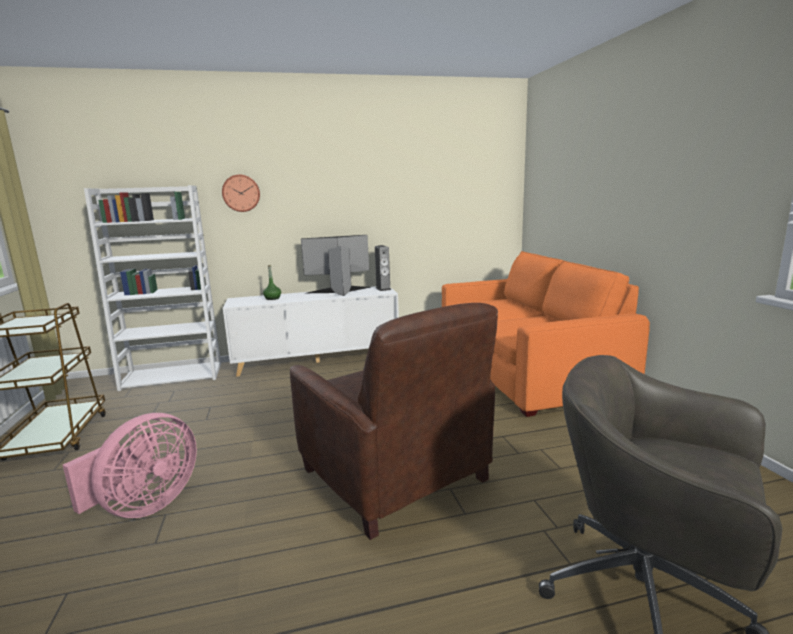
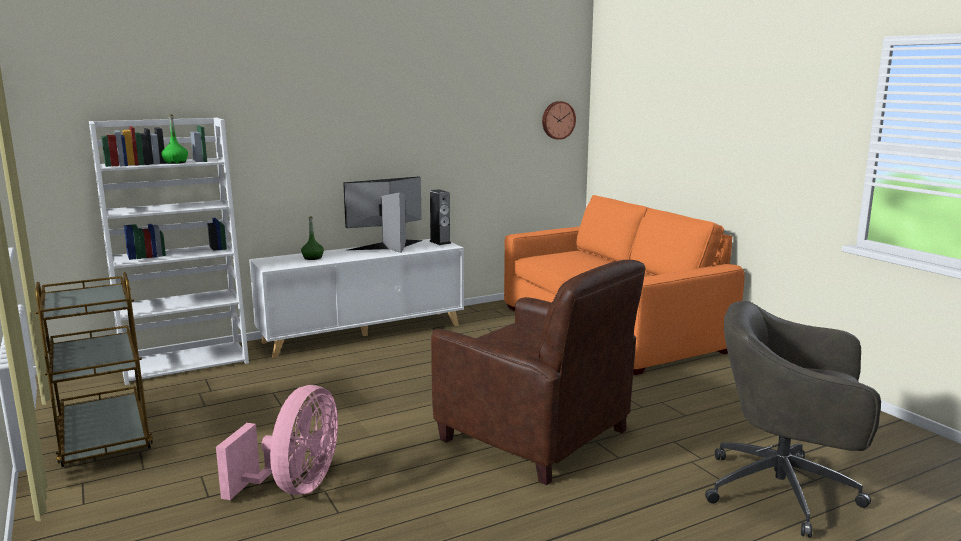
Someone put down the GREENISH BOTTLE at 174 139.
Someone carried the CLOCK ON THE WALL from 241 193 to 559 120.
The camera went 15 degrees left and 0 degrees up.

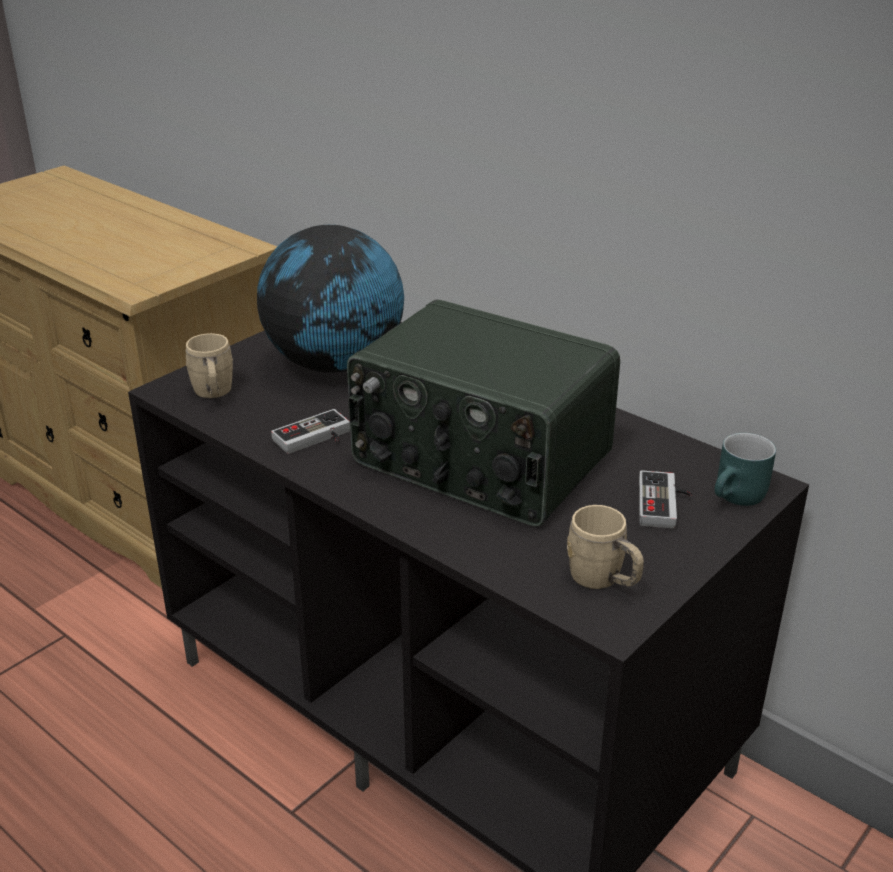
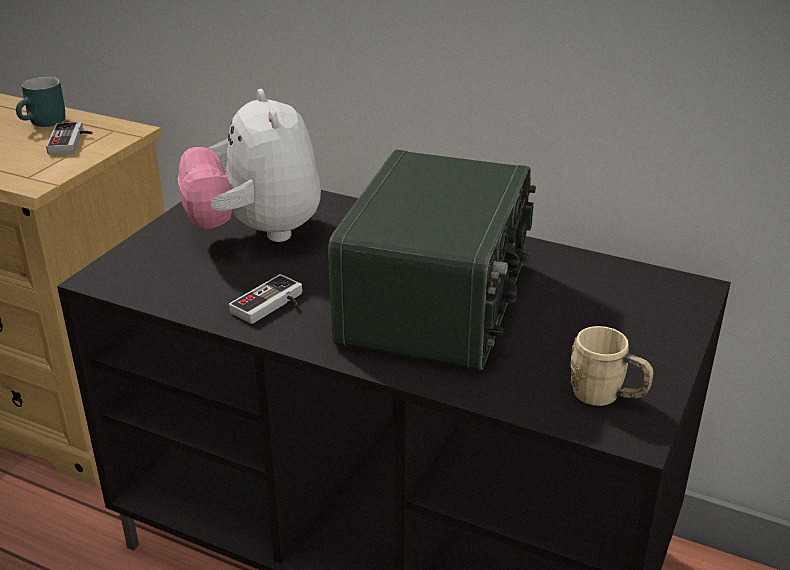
Someone took away the BEIGE COFFEE MUG at 209 365.
Someone carried the GAME CONTROLLER from 665 499 to 69 138.
Someone carried the TURQUOISE-COLOURED COFFEE MUG from 745 469 to 40 102.
Someone swapped the DESK GLOBE at 330 299 for the PLUSH TOY at 249 165.
Someone rotated the RADIO RECEIVER at 483 413 by 90 degrees counterclockwise.
The camera went 15 degrees left and 0 degrees up.

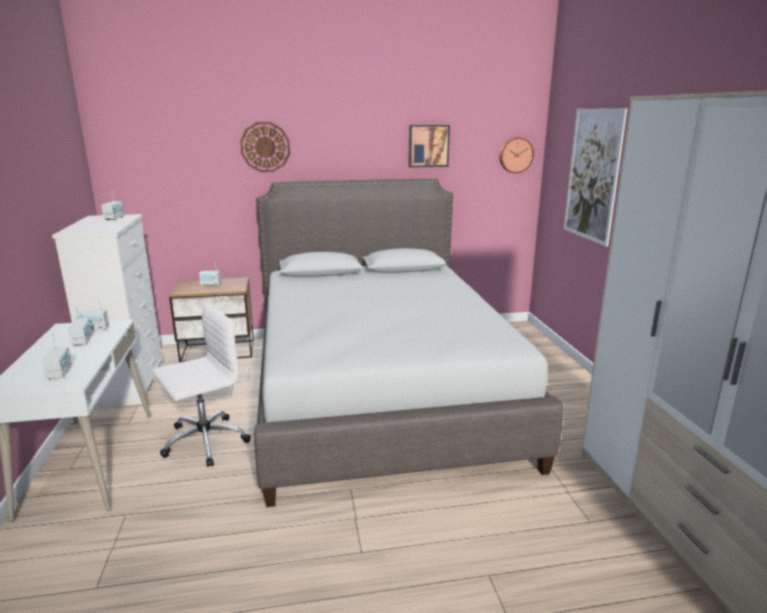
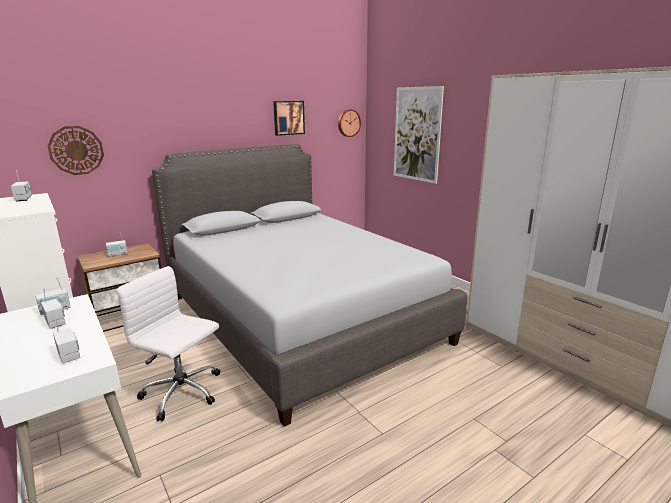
Someone carried the CLOCK ON THE WALL from 265 147 to 76 150.
Someone rotated the WHITE-COLOURED COMPUTER CHAIR at 201 385 by 90 degrees counterclockwise.
The camera went 25 degrees left and 0 degrees up.

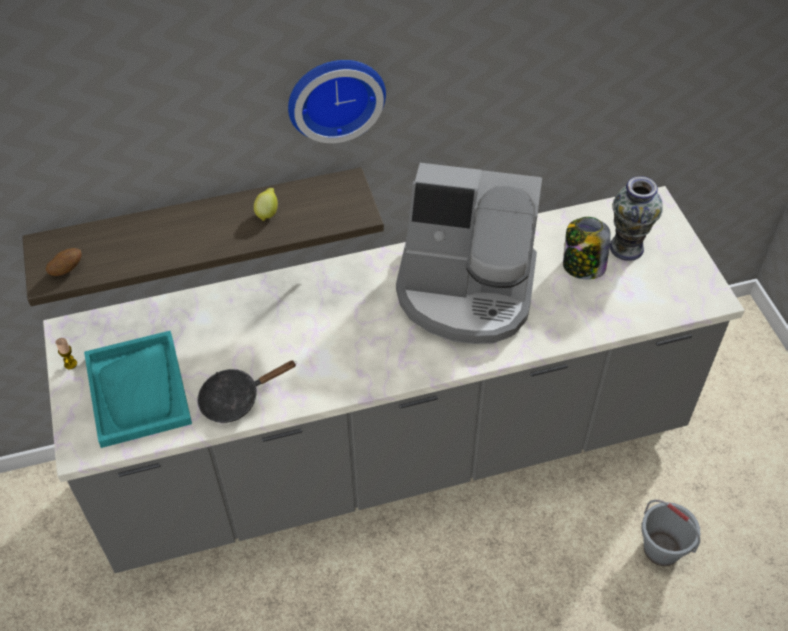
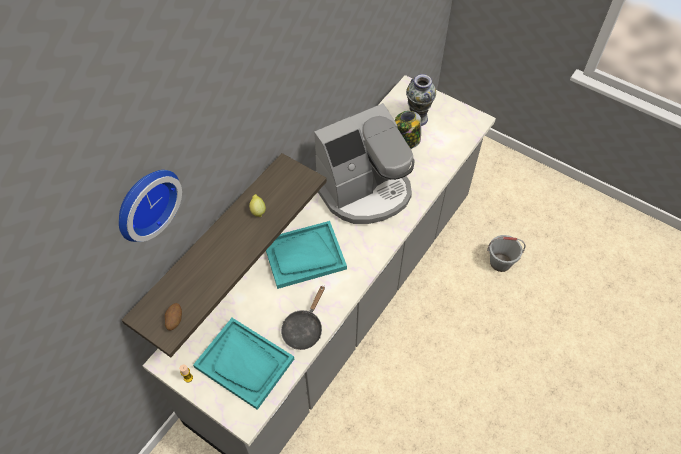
Someone put down the TURQUOISE-COLOURED CARRYING TRAY at 306 255.
Someone carried the CLOCK ON THE WALL from 337 101 to 150 206.
The camera went 40 degrees left and 5 degrees up.

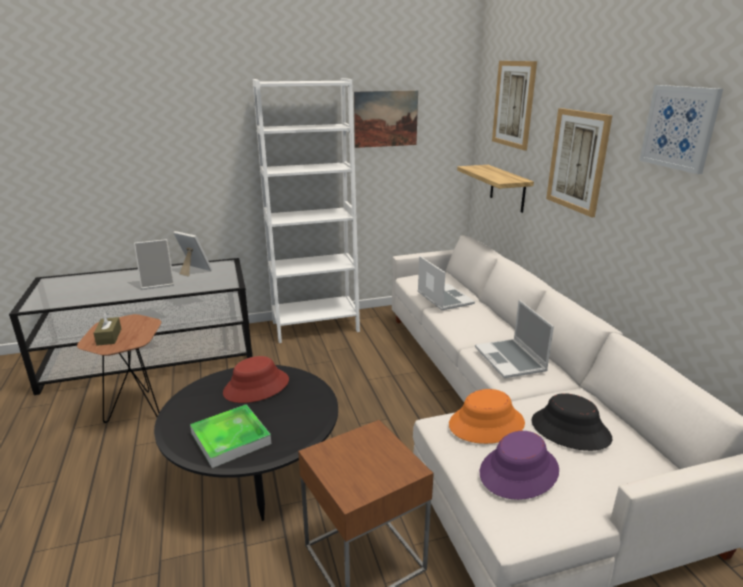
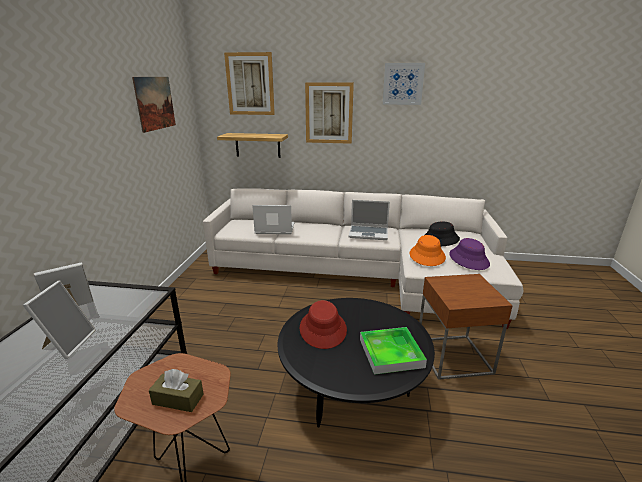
Someone took away the WHITE-COLOURED SHELVING UNIT at 306 210.
The camera went 65 degrees left and 0 degrees up.

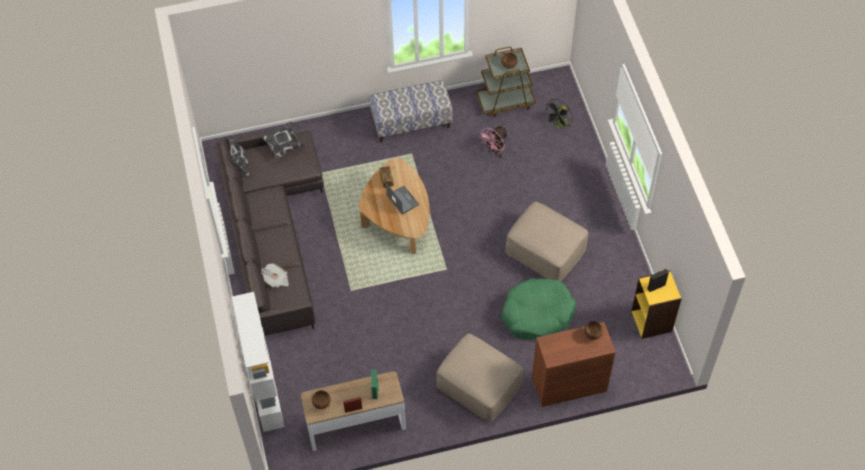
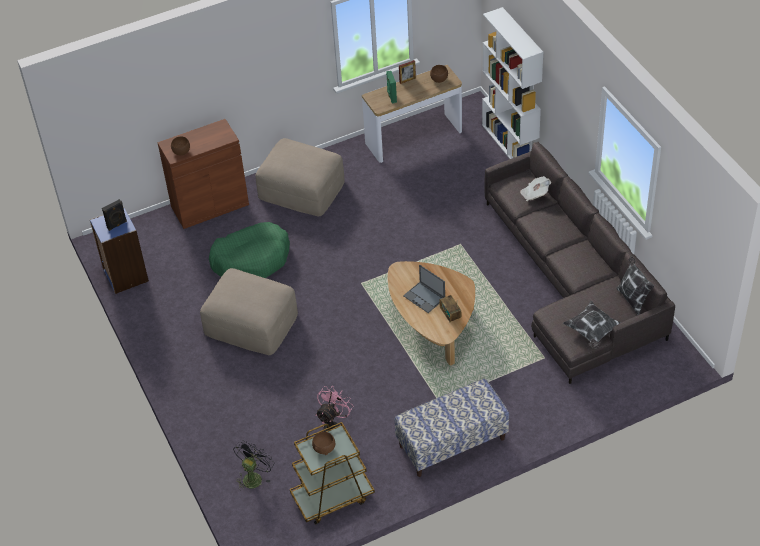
Someone repainted the YELLOW-COLOURED SHELVING UNIT at 656 305, which became the BLUE SHELVING UNIT at 119 250.
The camera went 170 degrees right and 10 degrees down.

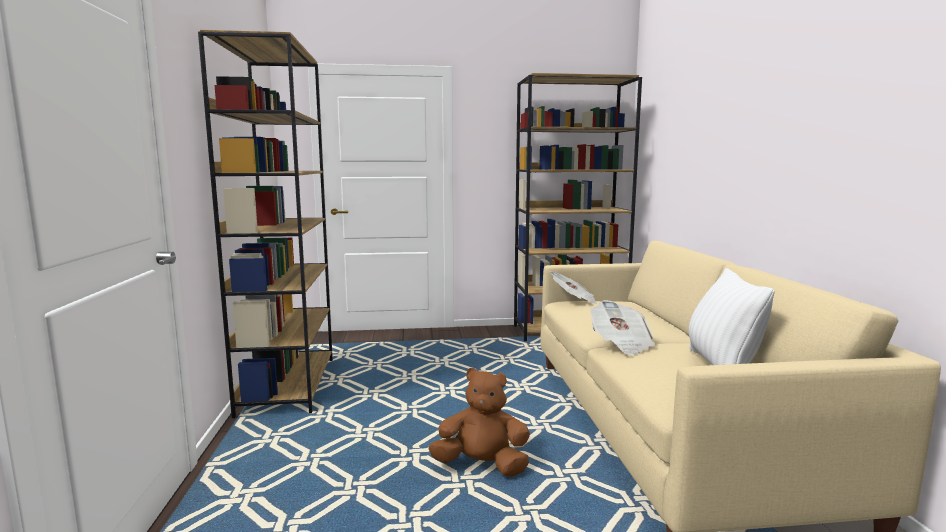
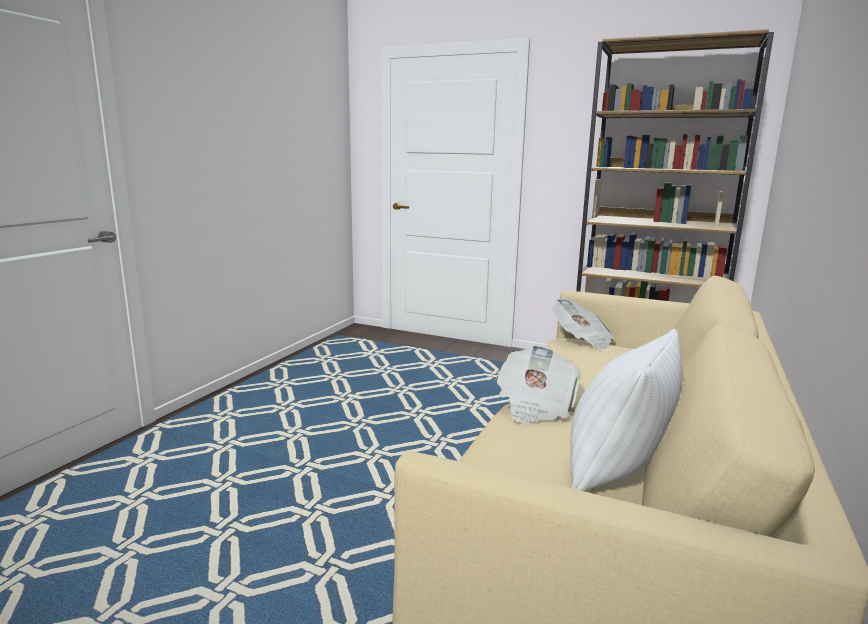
Someone took away the BROWN-COLOURED SHELVING UNIT at 265 224.
Someone took away the BROWN-COLOURED PLUSH TOY at 479 422.
The camera went 30 degrees right and 5 degrees up.

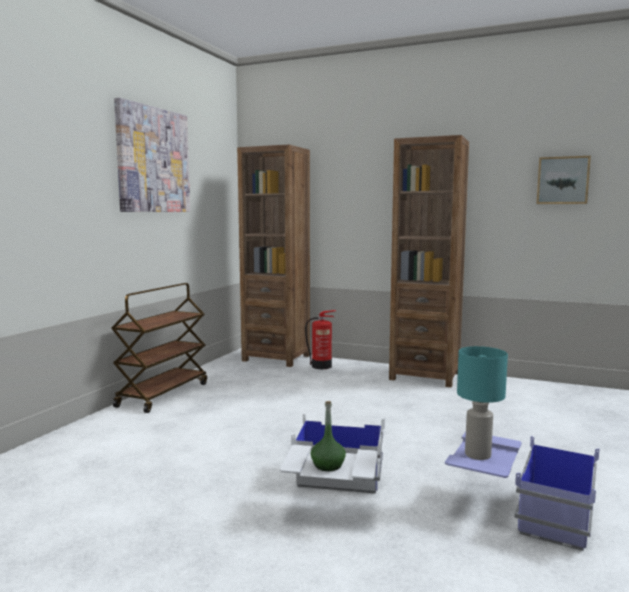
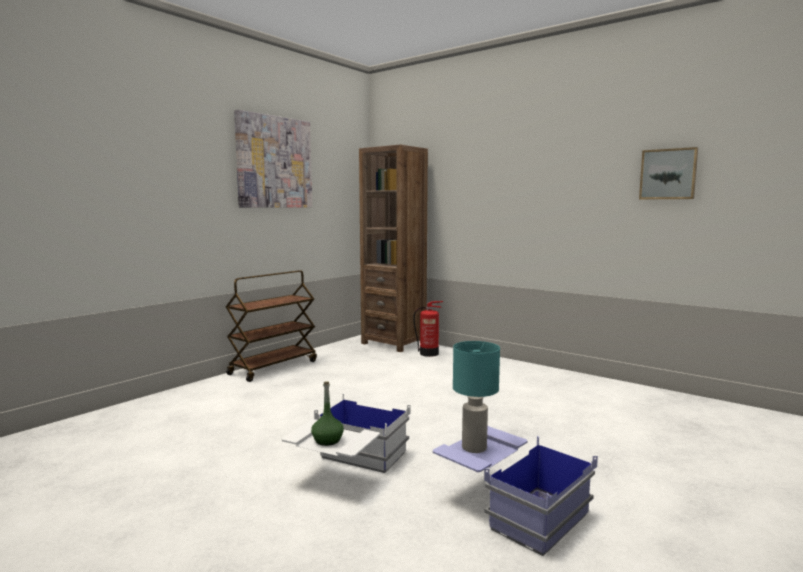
Someone took away the BROWN-COLOURED SHELVING UNIT at 429 261.
The camera went 15 degrees right and 0 degrees up.

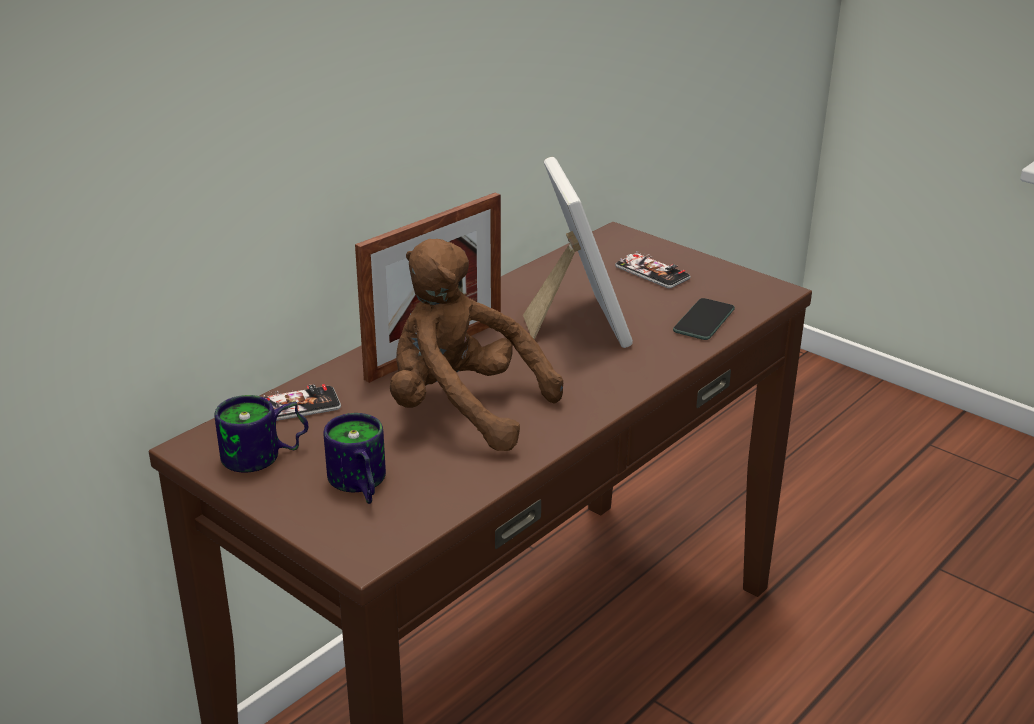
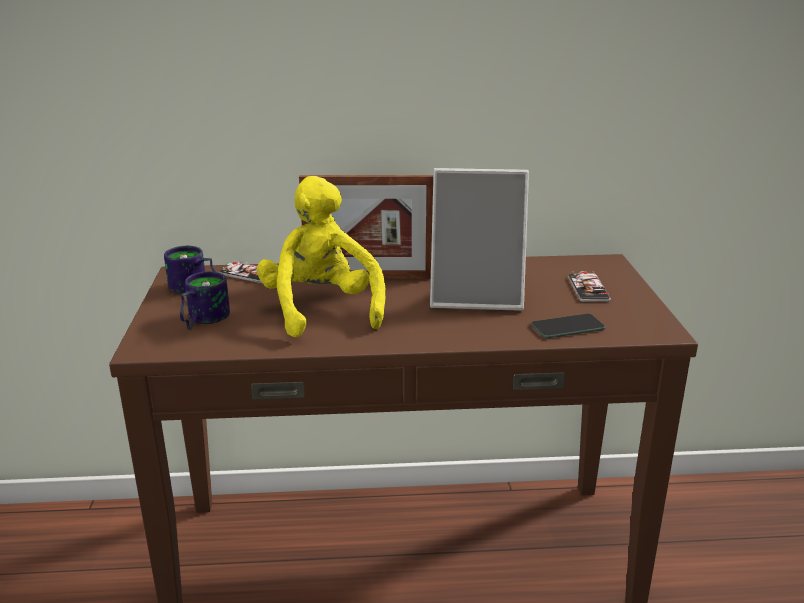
Someone repainted the BROWN-COLOURED PLUSH TOY at 476 345, which became the YELLOW-COLOURED PLUSH TOY at 321 257.
Someone rotated the PHOTO FRAME at 578 252 by 60 degrees clockwise.
The camera went 45 degrees right and 5 degrees down.

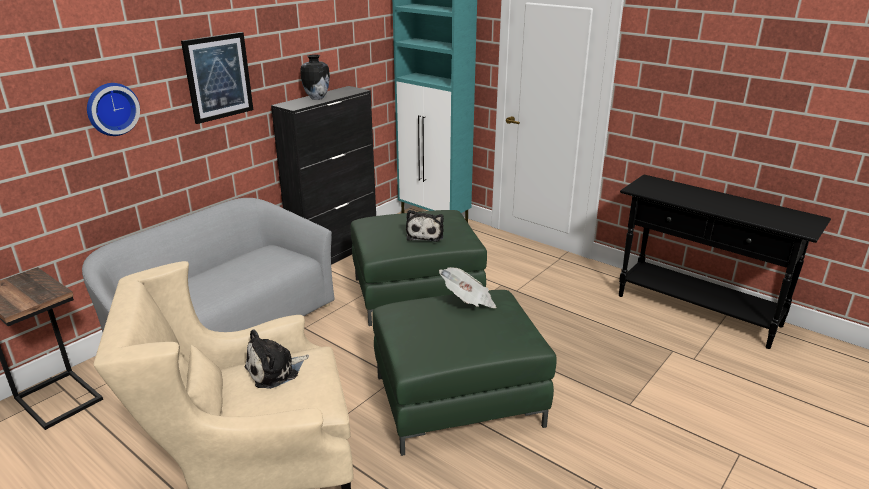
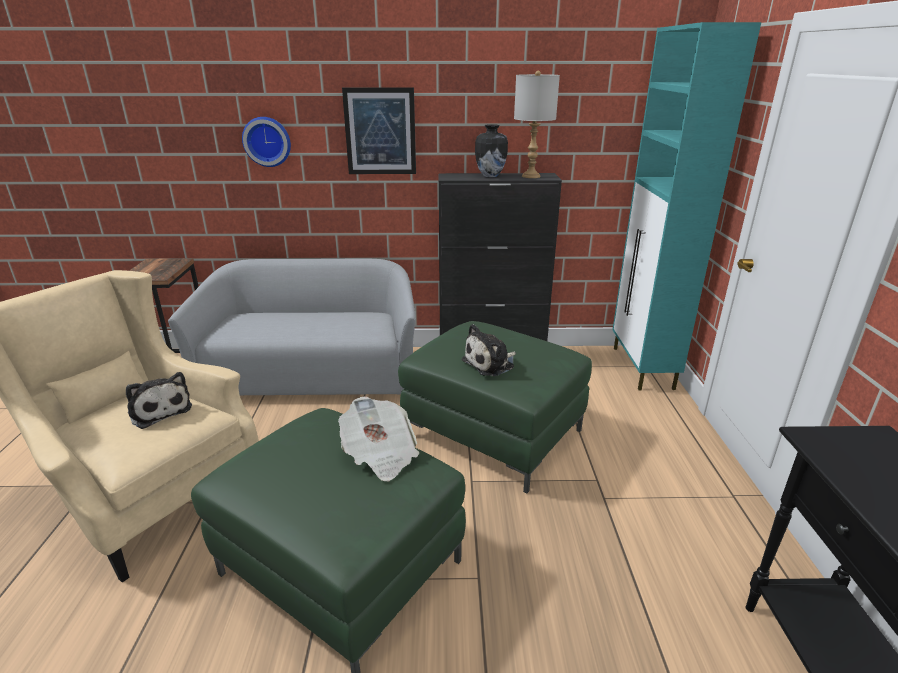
Someone put down the GREY TABLE LAMP at 537 124.
Someone rotated the PLUSH TOY at 277 359 by 150 degrees counterclockwise.
The camera went 50 degrees right and 0 degrees up.

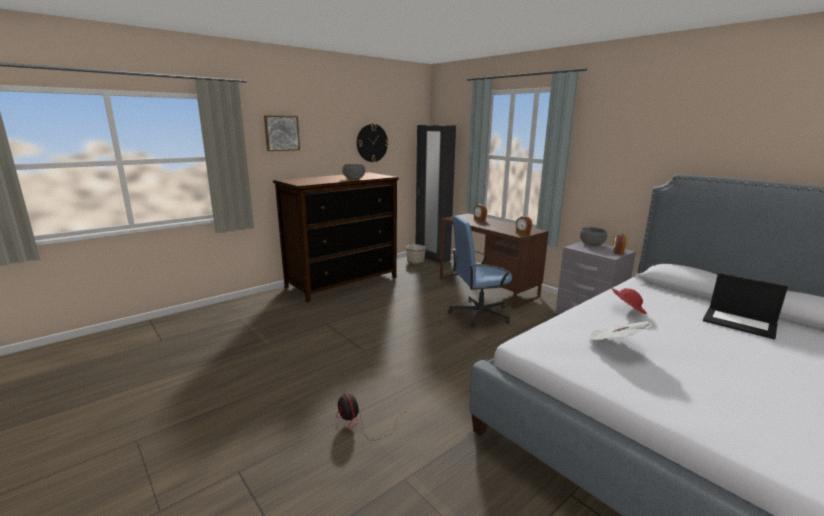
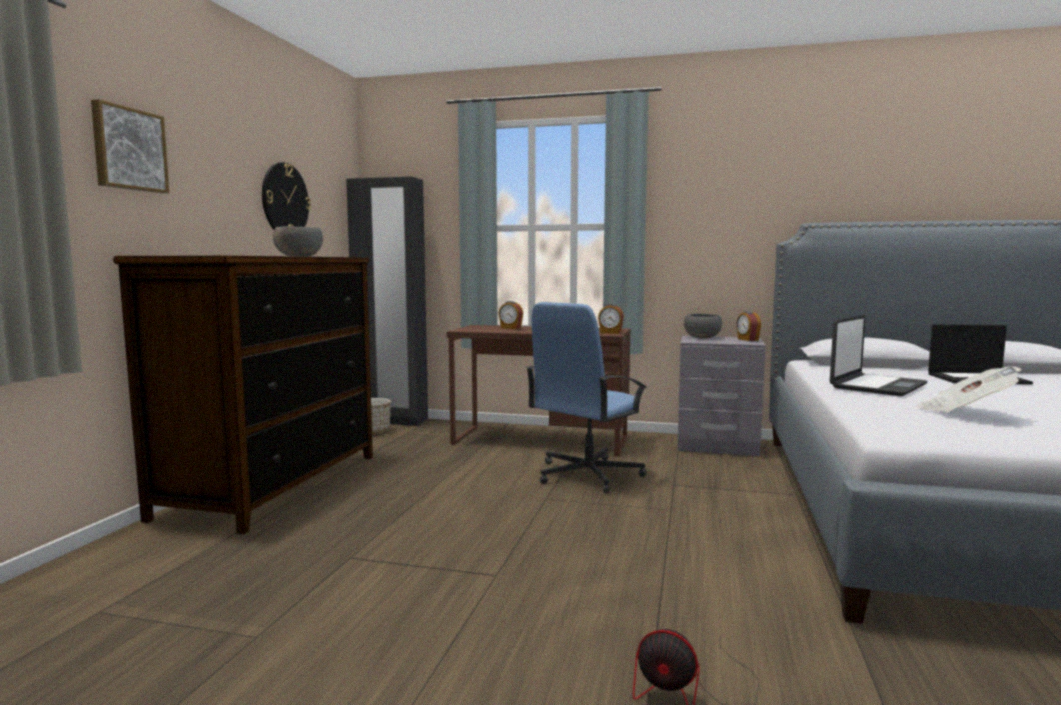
Someone swapped the REDDISH CLOTHING HAT at 629 301 for the LAPTOP at 879 355.
The camera went 35 degrees left and 10 degrees down.

